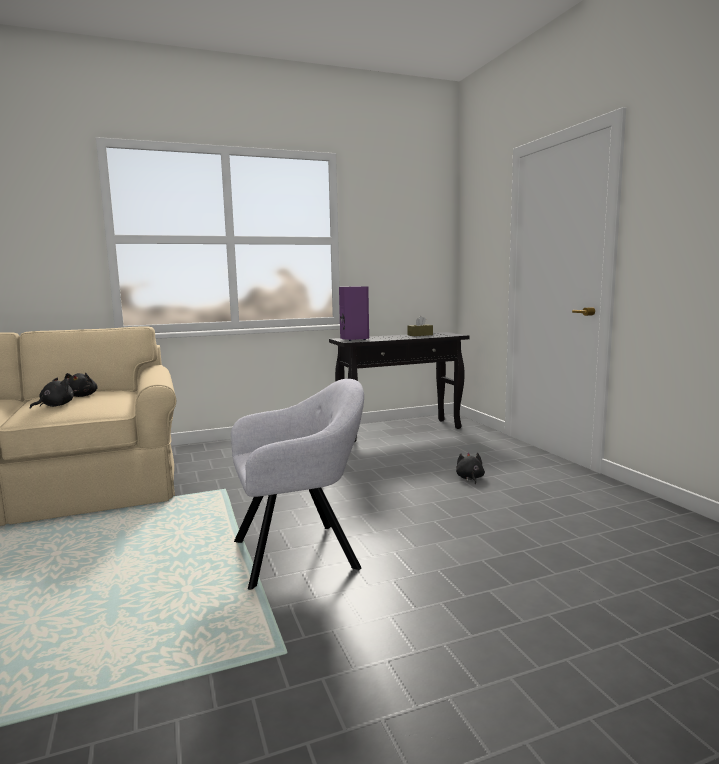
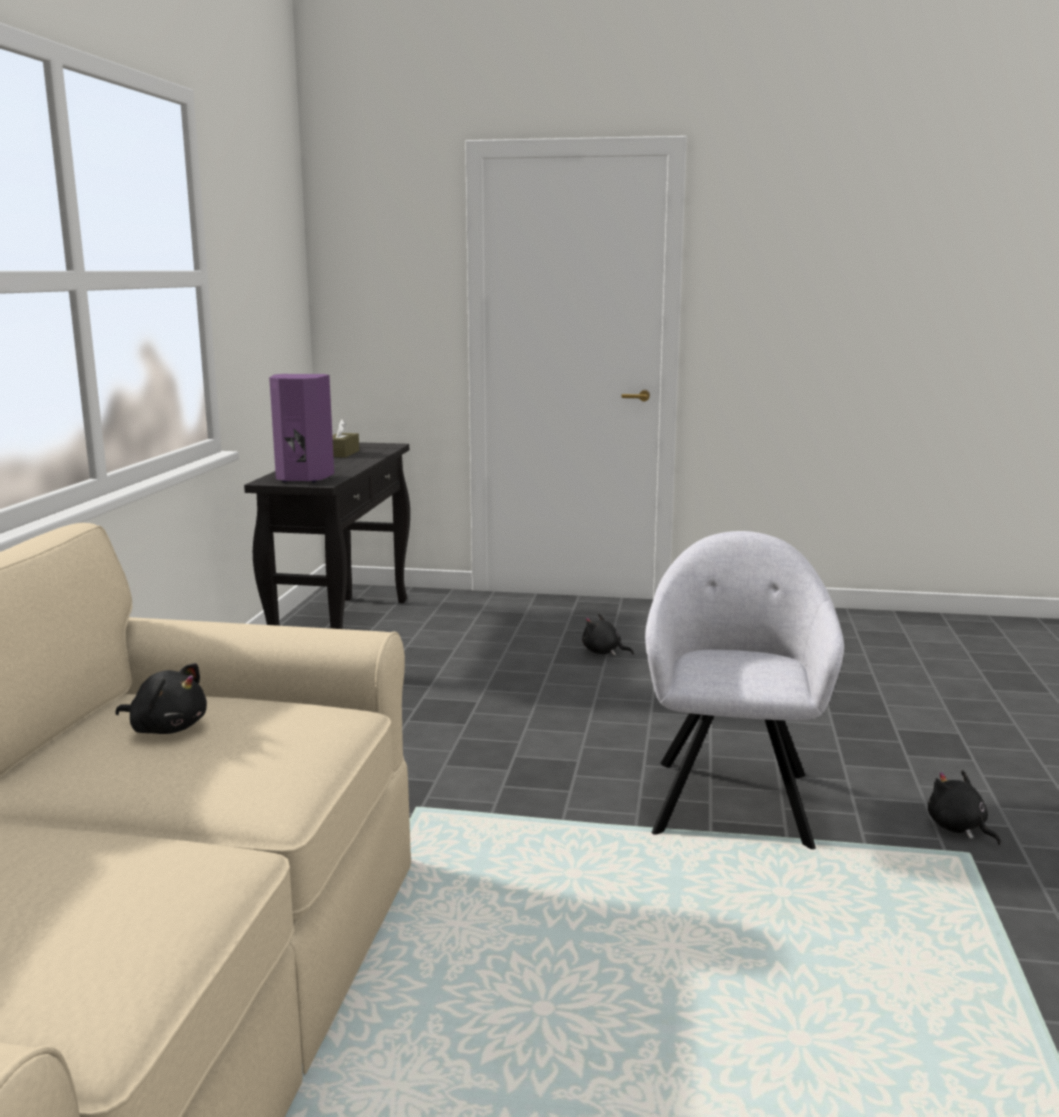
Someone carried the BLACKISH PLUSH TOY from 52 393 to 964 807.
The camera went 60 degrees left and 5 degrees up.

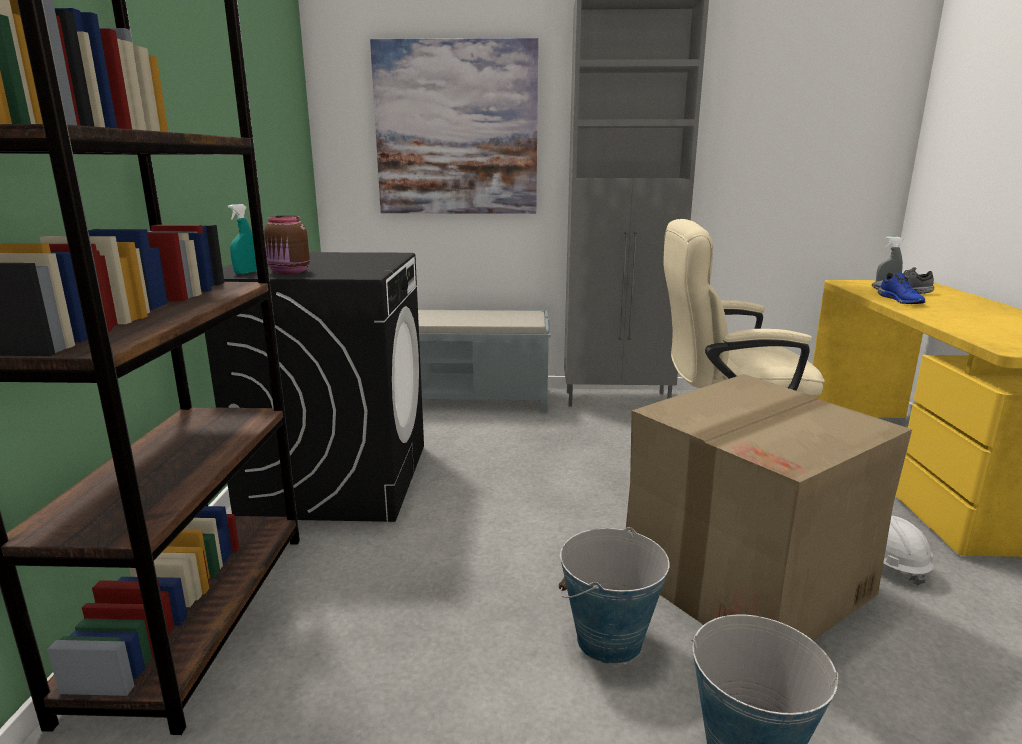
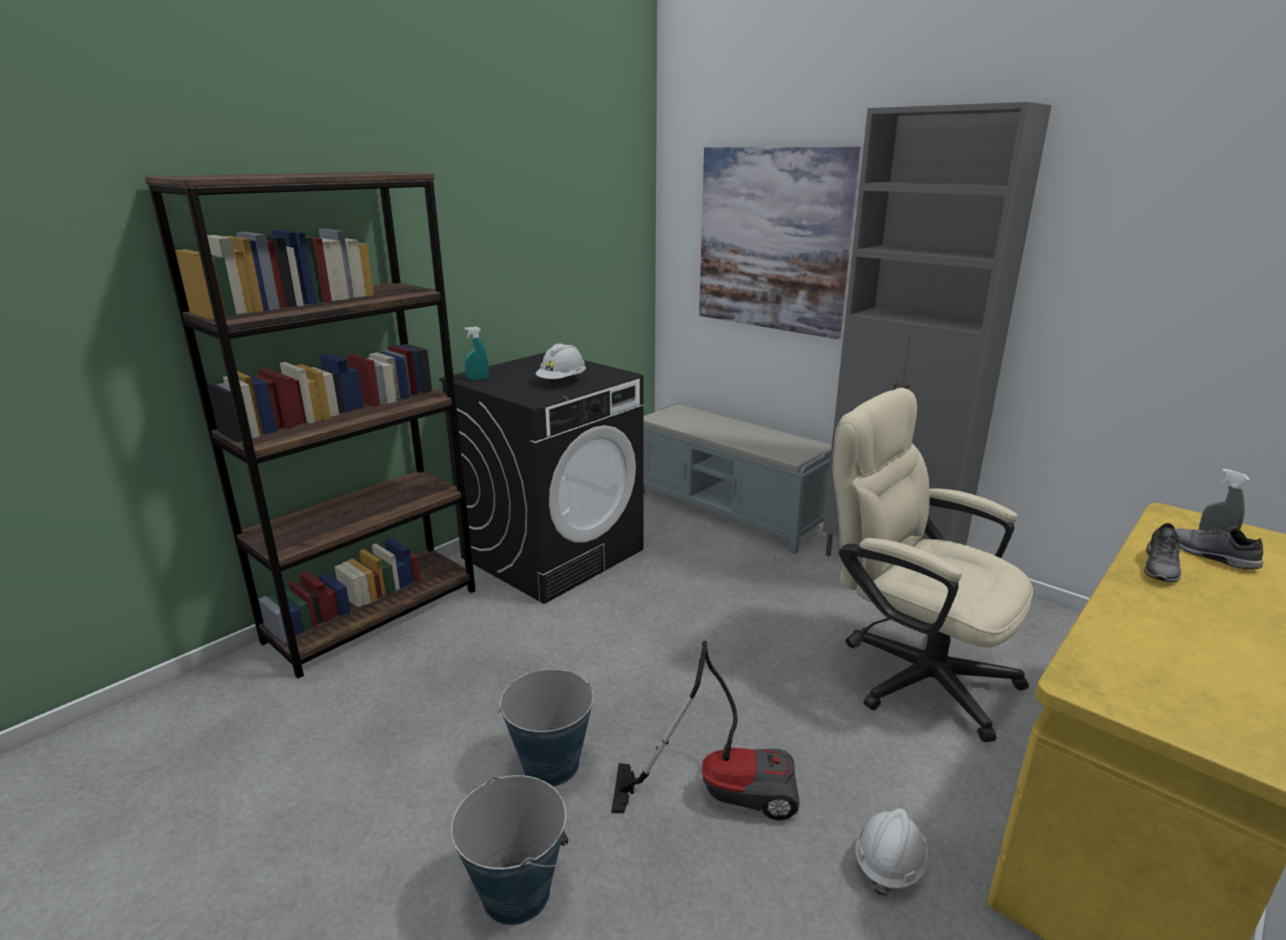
Someone took away the BROWN-COLOURED JAR at 287 245.
Someone put down the WHITE-COLOURED SAFETY HELMET at 561 361.
Someone swapped the PACKING BOX at 769 507 for the HOOVER at 705 731.
Someone repainted the BLUE ITEM OF FOOTWEAR at 902 288, which became the GREY ITEM OF FOOTWEAR at 1162 552.
The camera went 40 degrees right and 5 degrees up.

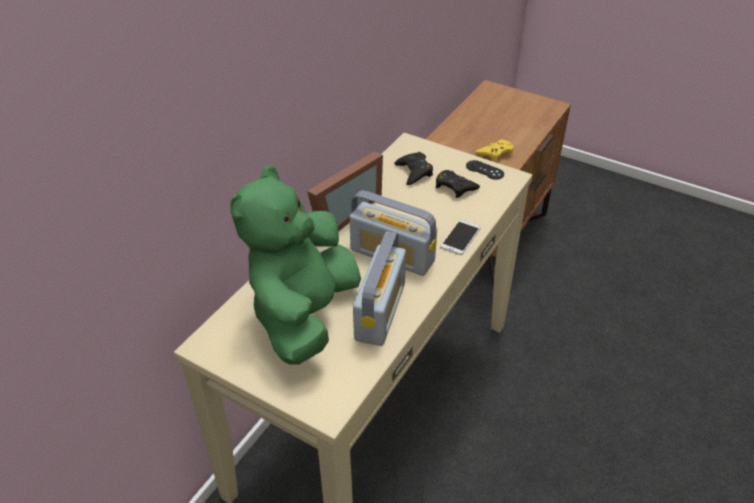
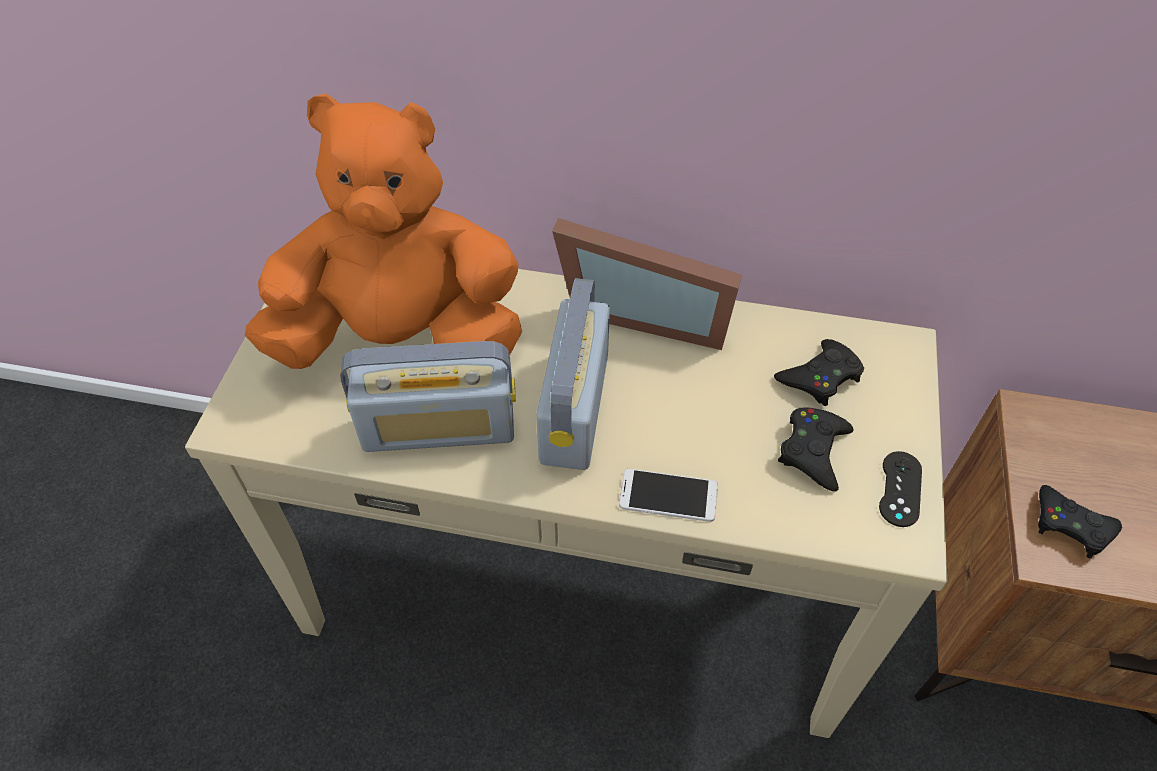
Someone repainted the GREENISH PLUSH TOY at 295 265, which became the ORANGE PLUSH TOY at 383 231.
Someone repainted the YELLOW-COLOURED GAME CONTROLLER at 494 151, which became the BLACKISH GAME CONTROLLER at 1080 521.
The camera went 70 degrees right and 10 degrees up.

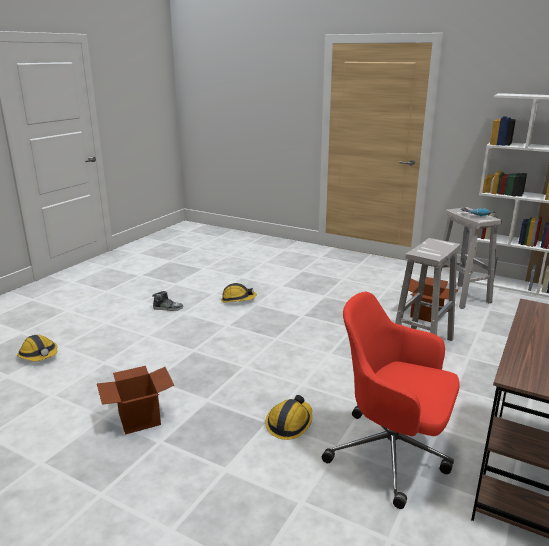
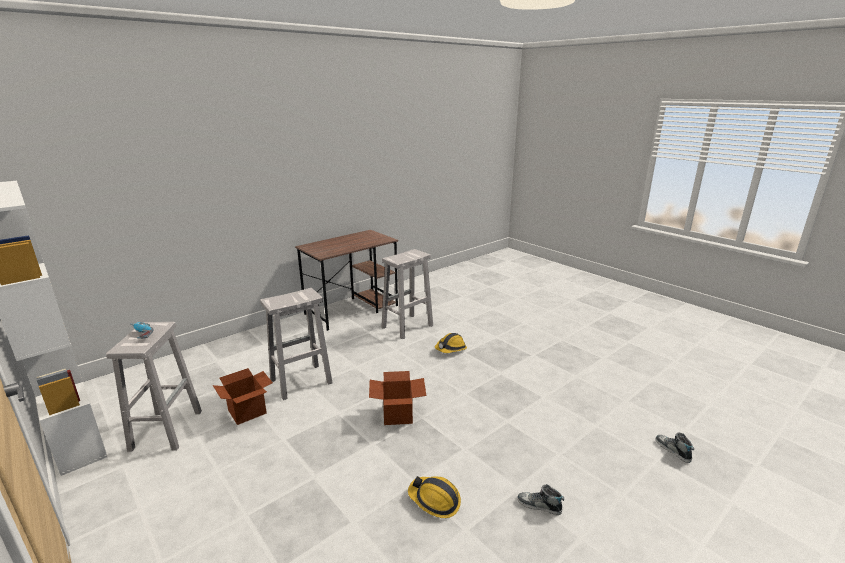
Someone carried the PACKING BOX from 135 400 to 397 398.
Someone swapped the SAFETY HELMET at 37 348 for the ITEM OF FOOTWEAR at 675 448.
Someone swapped the REDDISH COMPUTER CHAIR at 391 400 for the WHITE-COLOURED STOOL at 407 294.
The camera went 160 degrees left and 0 degrees up.

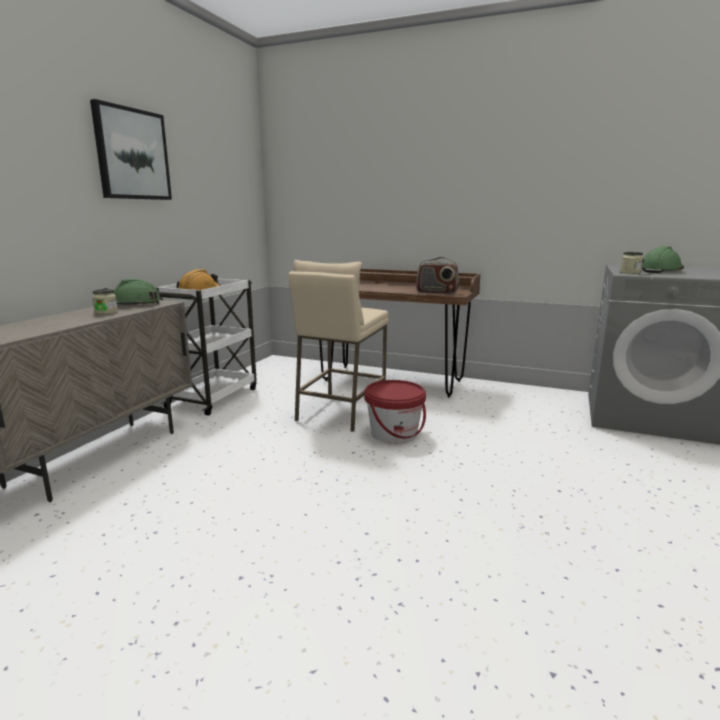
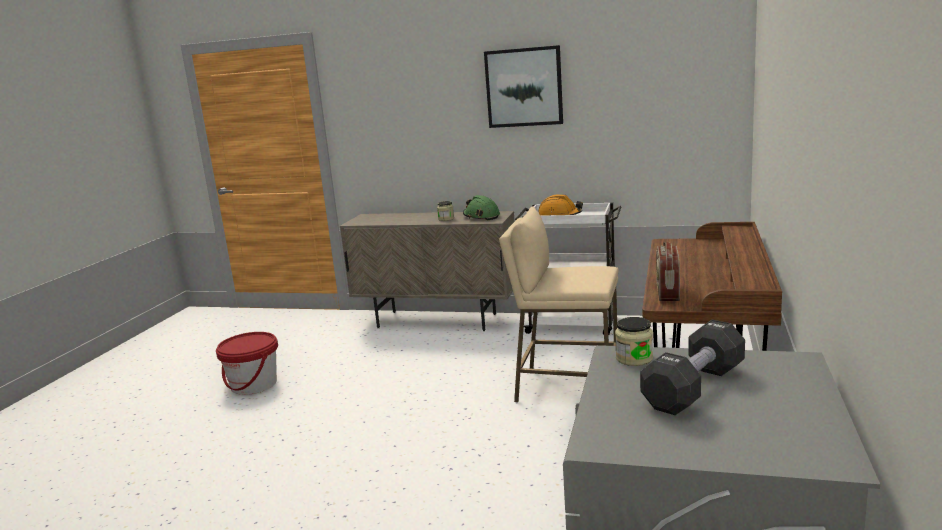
Someone carried the REDDISH PAIL from 395 412 to 247 363.
Someone swapped the GREENISH SAFETY HELMET at 663 259 for the BLACKISH FREE WEIGHT at 692 367.
The camera went 85 degrees right and 0 degrees up.

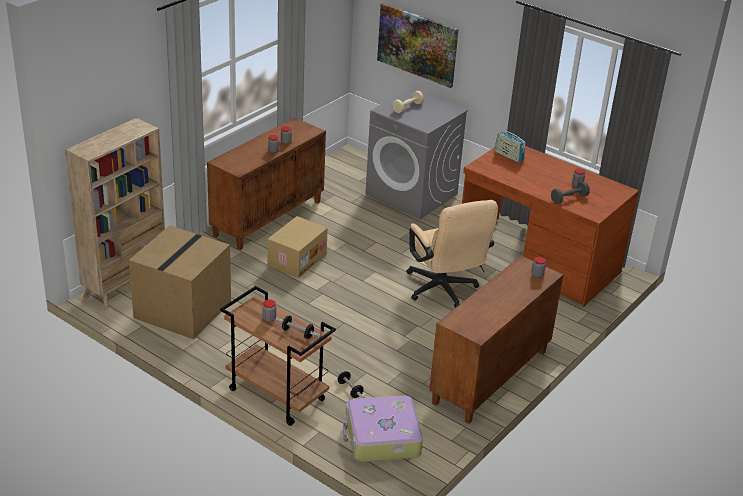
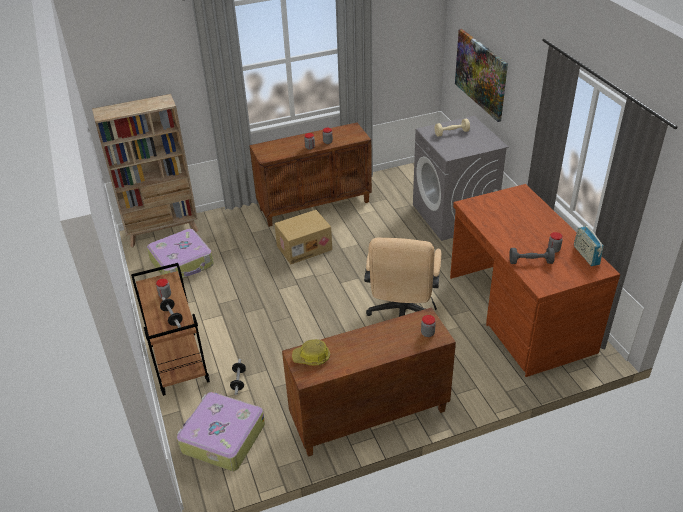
Someone put down the SAFETY HELMET at 311 352.
Someone carried the RADIO RECEIVER from 509 146 to 589 246.
Someone swapped the PACKING BOX at 180 282 for the TRAVEL CASE at 180 254.
The camera went 35 degrees right and 5 degrees up.

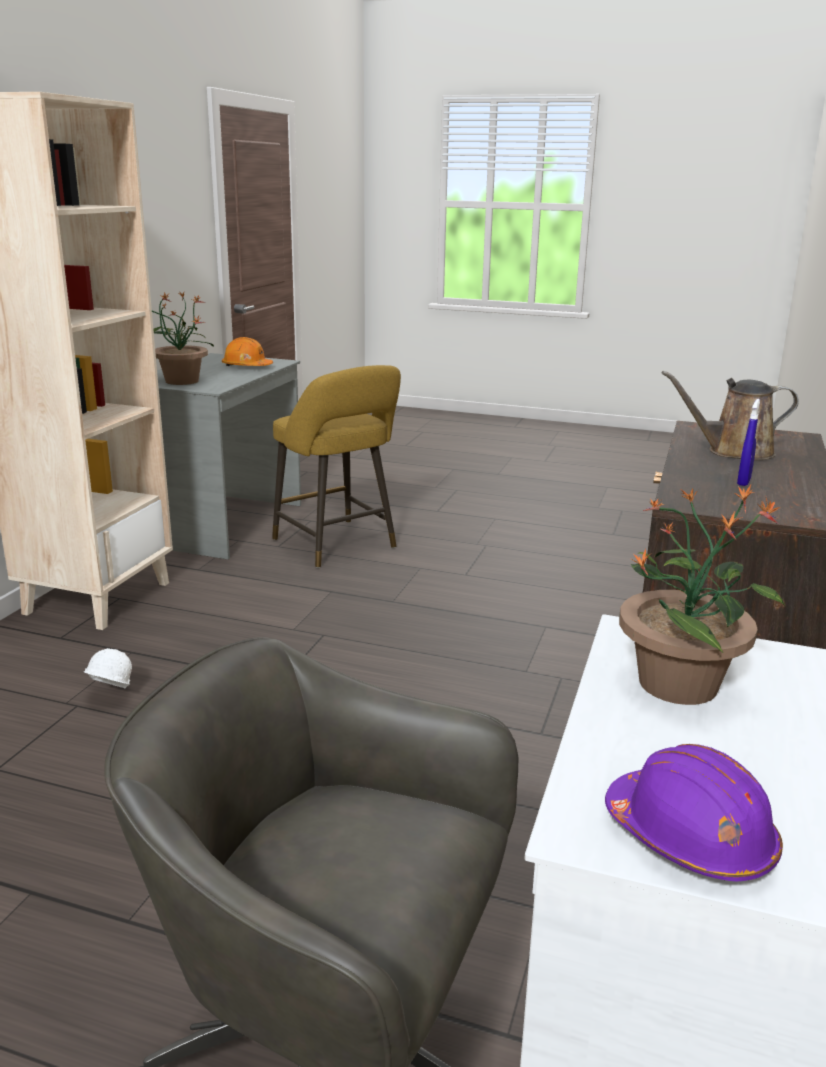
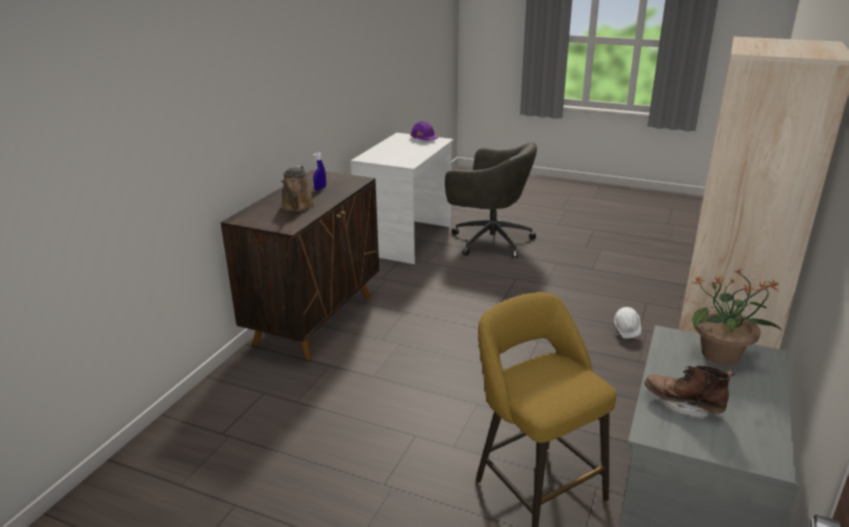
Someone took away the PLANT IN A POT at 702 595.
Someone swapped the ORANGE SAFETY HELMET at 247 351 for the BROWN-COLOURED TALL BOOT at 689 392.
Someone rotated the BROWN-COLOURED WATERING POT at 730 415 by 90 degrees clockwise.
The camera went 175 degrees left and 5 degrees up.

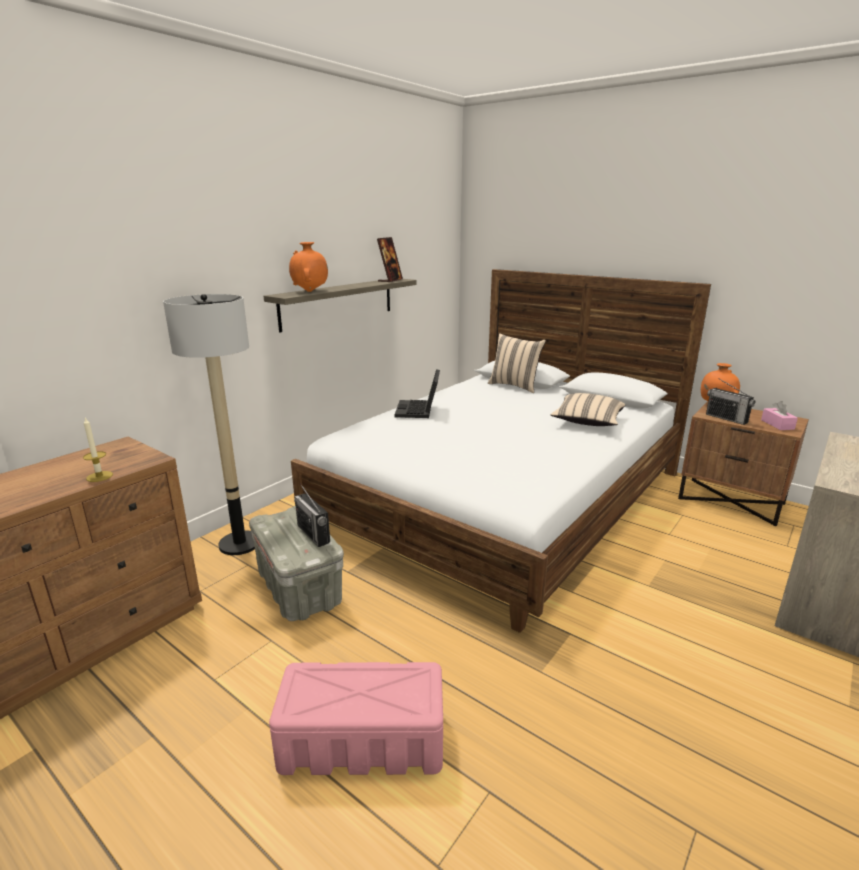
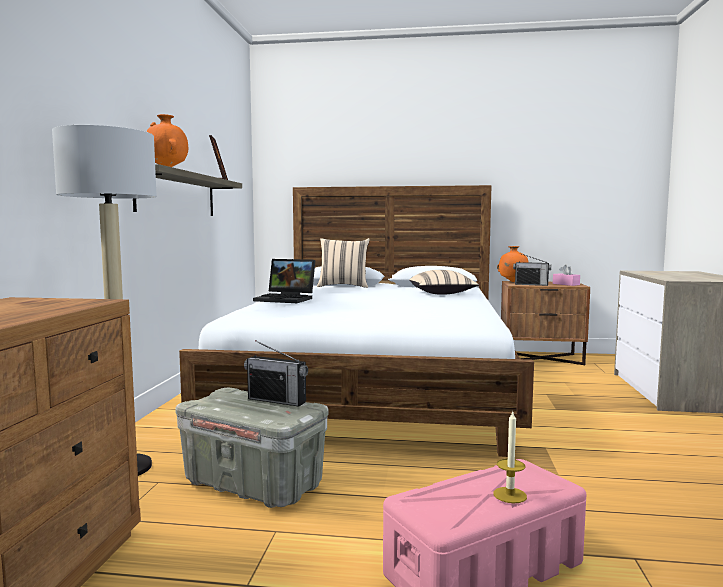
Someone carried the WAX LIGHT from 98 449 to 510 457.
Someone rotated the LAPTOP at 417 393 by 45 degrees counterclockwise.
The camera went 30 degrees left and 15 degrees down.

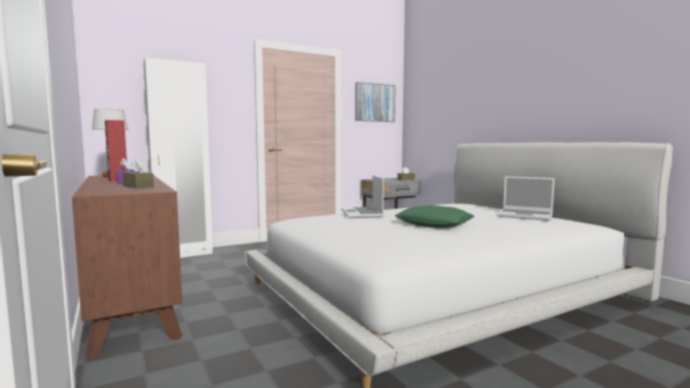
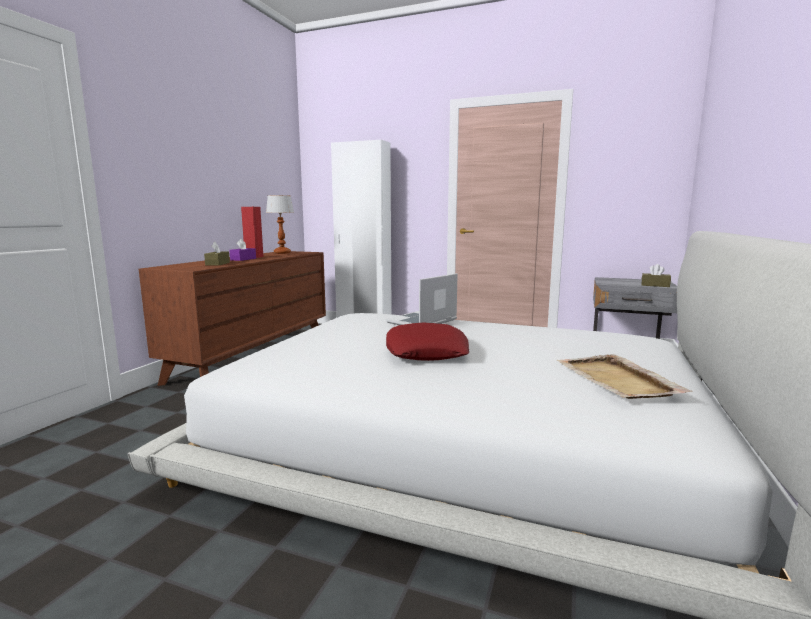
Someone took away the PICTURE at 375 102.
Someone swapped the LAPTOP at 526 198 for the BEIGE CARRYING TRAY at 624 376.
Someone repainted the GREENISH THROW PILLOW at 435 216, which became the REDDISH THROW PILLOW at 427 342.
The camera went 50 degrees right and 5 degrees up.

